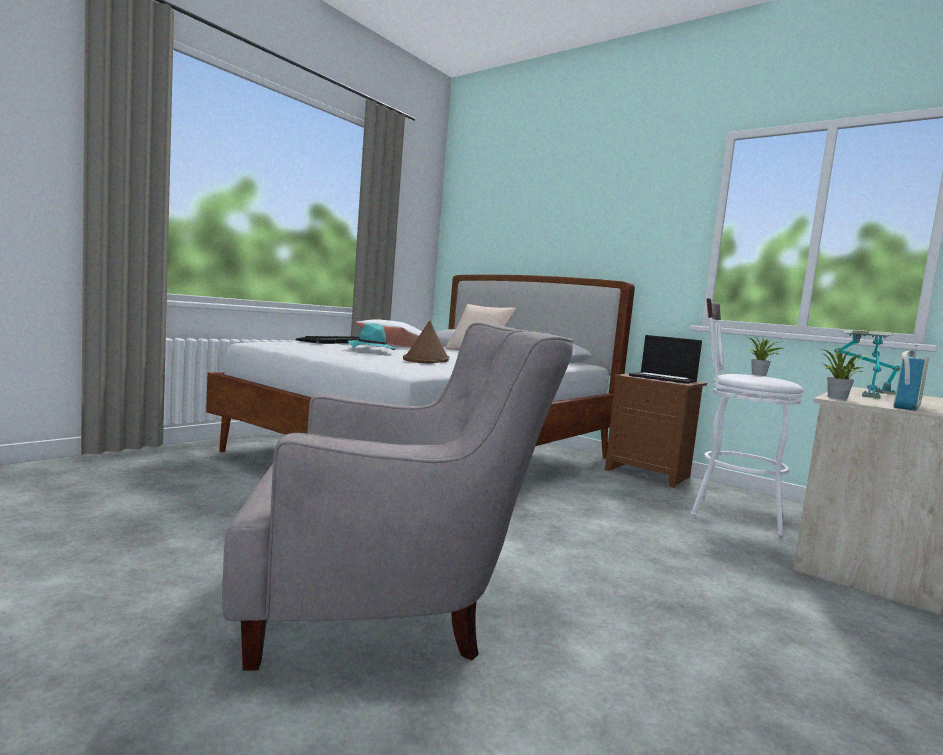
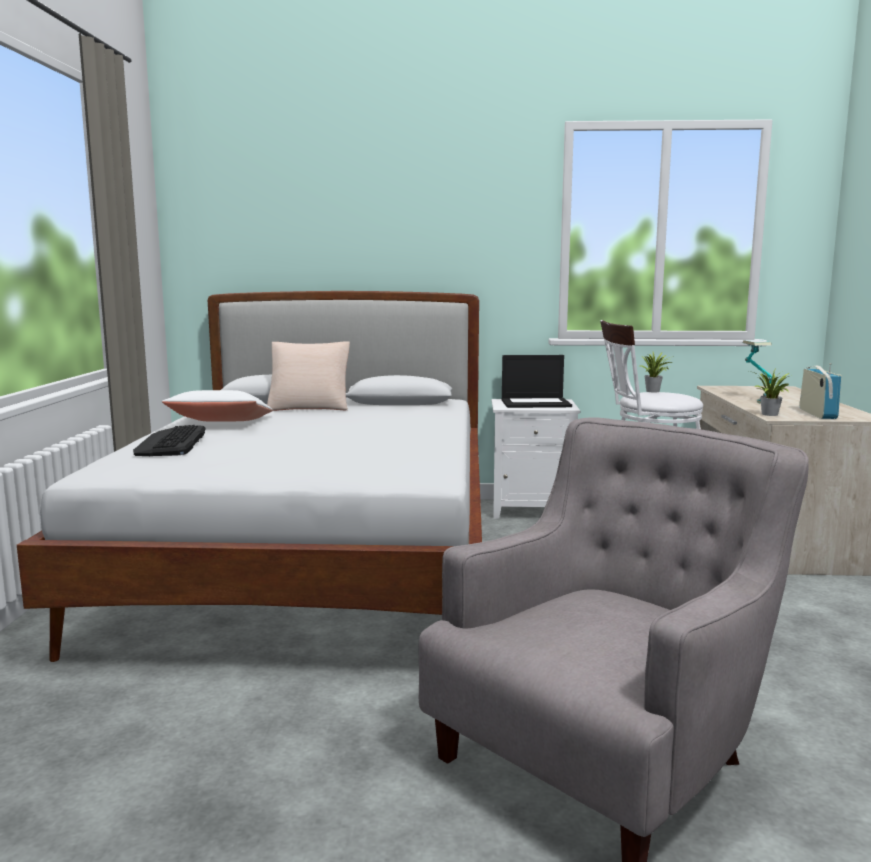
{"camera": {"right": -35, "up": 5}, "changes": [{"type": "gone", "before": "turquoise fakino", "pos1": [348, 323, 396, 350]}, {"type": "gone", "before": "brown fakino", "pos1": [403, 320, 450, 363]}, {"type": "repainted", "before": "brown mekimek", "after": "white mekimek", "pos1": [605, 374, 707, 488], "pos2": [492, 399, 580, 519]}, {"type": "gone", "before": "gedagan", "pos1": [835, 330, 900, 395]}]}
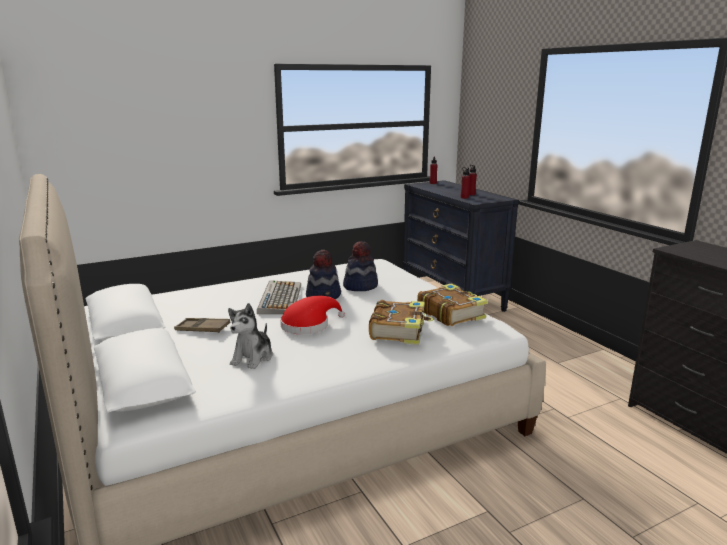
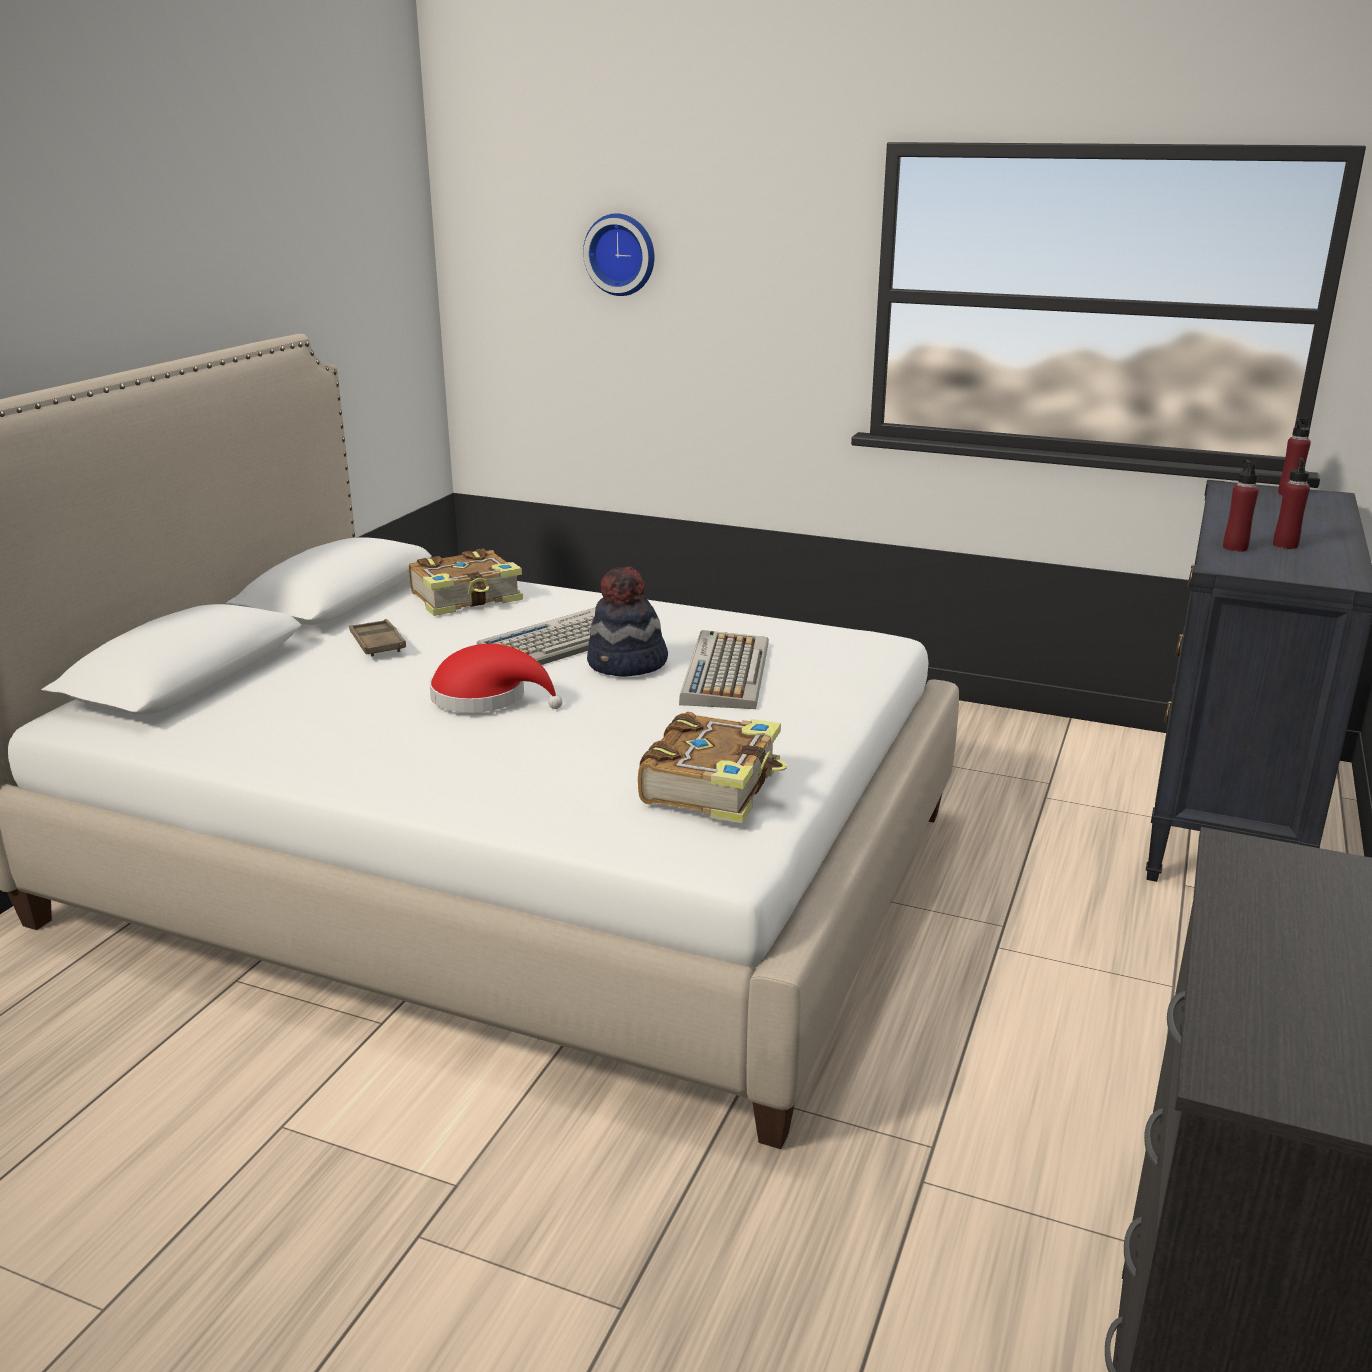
{"camera": {"right": 50, "up": 5}, "changes": [{"type": "gone", "before": "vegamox", "pos1": [228, 303, 273, 369]}, {"type": "swapped", "before": "fakino", "after": "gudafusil", "pos1": [343, 241, 378, 291], "pos2": [679, 630, 769, 709]}, {"type": "shifted", "before": "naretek", "pos1": [369, 300, 433, 345], "pos2": [409, 549, 523, 616]}, {"type": "new", "after": "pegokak", "pos2": [583, 213, 654, 296]}]}
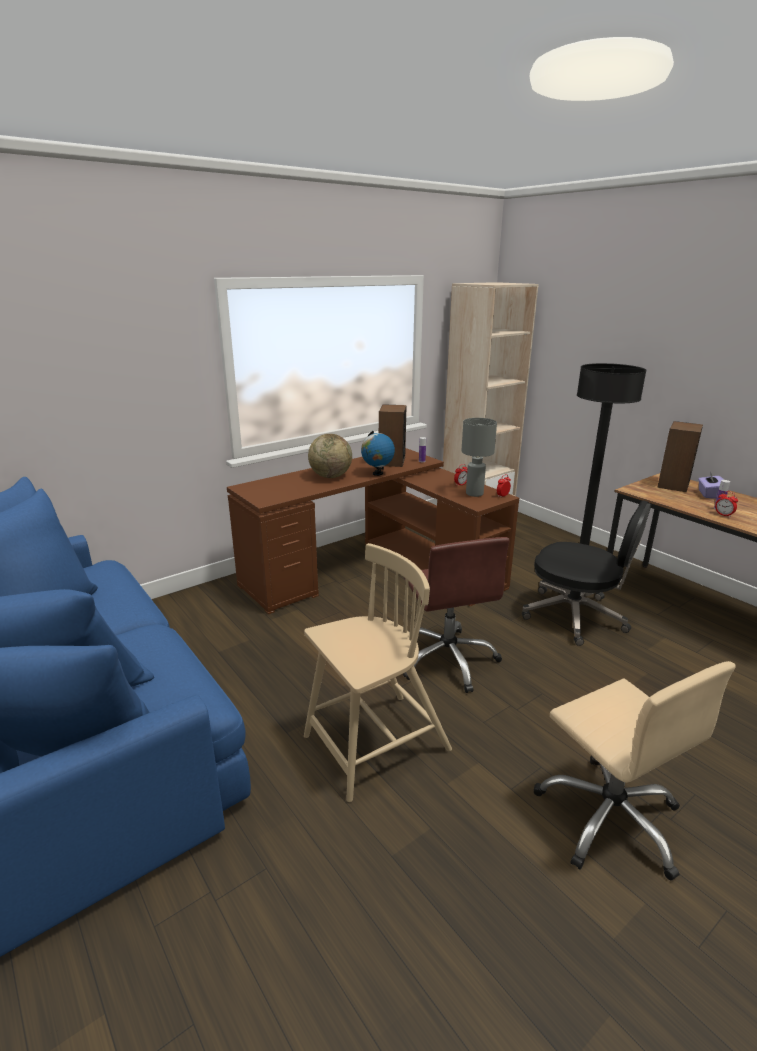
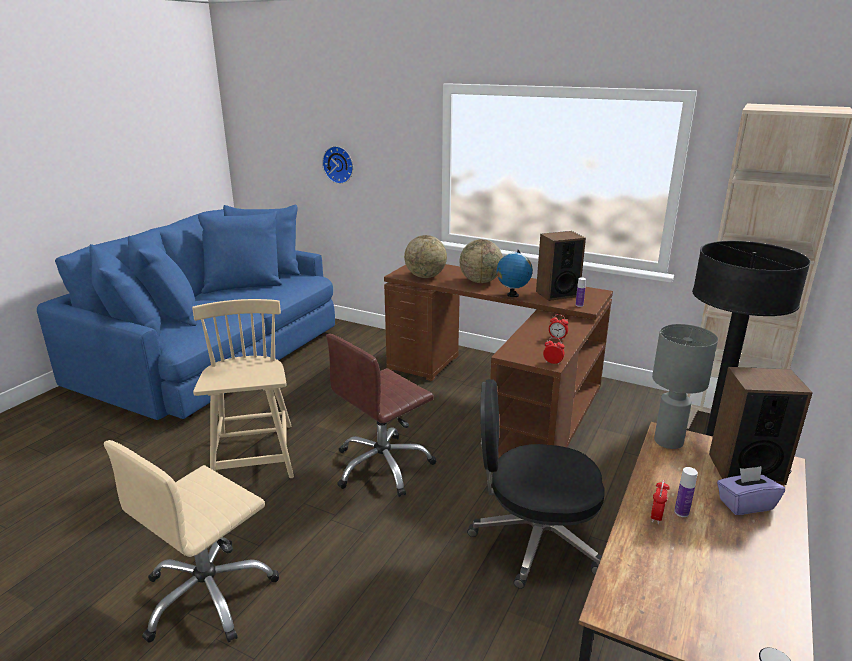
{"camera": {"right": 65, "up": 0}, "changes": [{"type": "rotated", "before": "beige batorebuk", "pos1": [304, 543, 452, 802], "pos2": [192, 299, 294, 478], "turn": -135}, {"type": "shifted", "before": "grey gedagan", "pos1": [461, 418, 497, 497], "pos2": [652, 324, 718, 449]}, {"type": "rotated", "before": "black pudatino", "pos1": [522, 500, 651, 646], "pos2": [467, 379, 605, 589], "turn": 90}, {"type": "new", "after": "pegokak", "pos2": [322, 146, 353, 184]}, {"type": "new", "after": "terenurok", "pos2": [404, 235, 447, 278]}]}
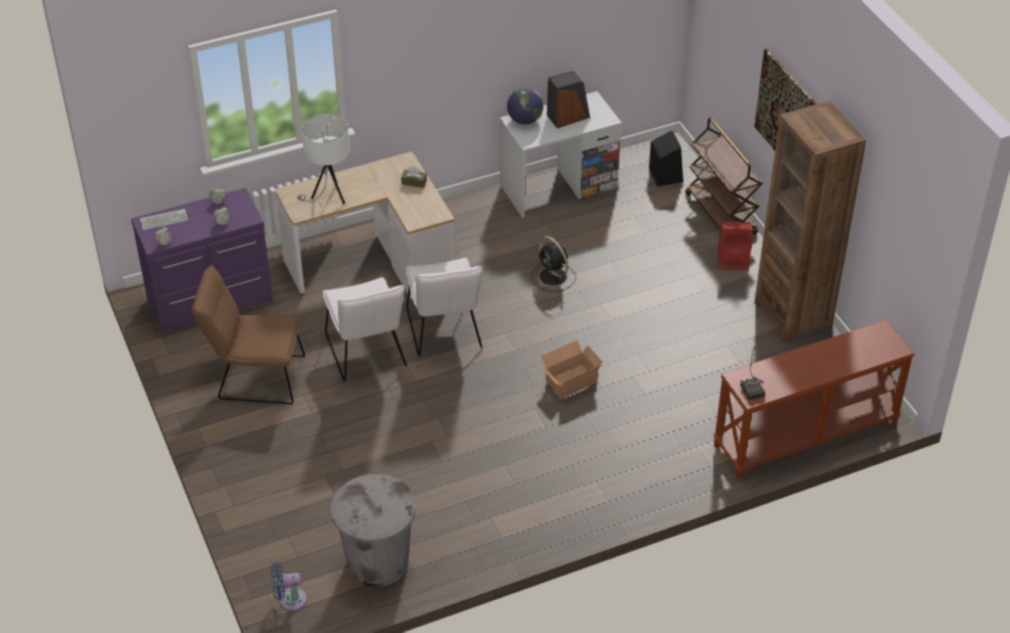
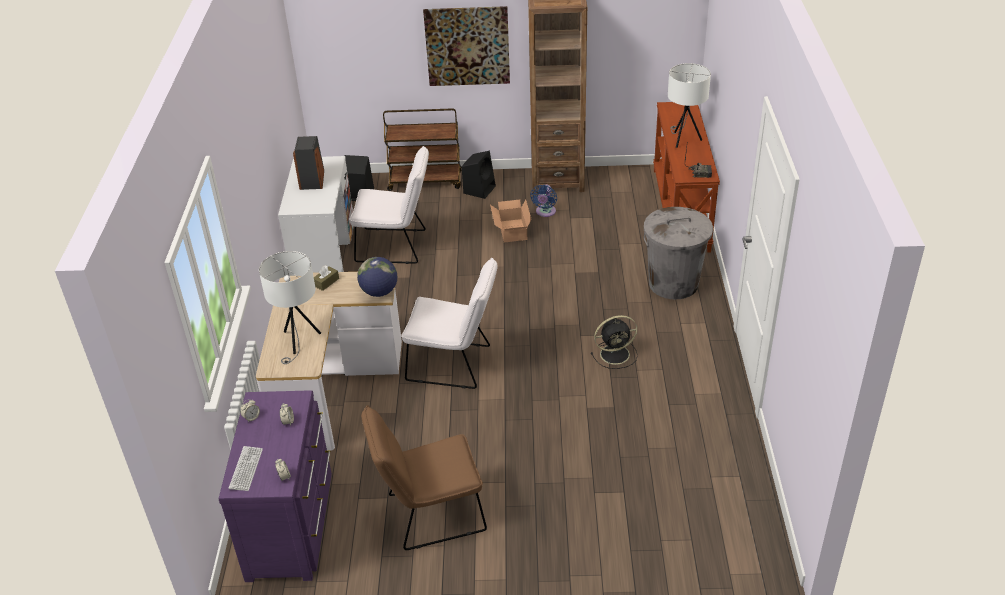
{"camera": {"right": -65, "up": -5}, "changes": [{"type": "rotated", "before": "brown batorebuk", "pos1": [192, 265, 305, 404], "pos2": [361, 405, 487, 550], "turn": 45}, {"type": "shifted", "before": "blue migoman", "pos1": [271, 563, 307, 611], "pos2": [530, 185, 557, 217]}, {"type": "shifted", "before": "white batorebuk", "pos1": [323, 277, 407, 381], "pos2": [349, 146, 429, 264]}, {"type": "shifted", "before": "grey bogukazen", "pos1": [331, 474, 416, 587], "pos2": [644, 207, 713, 300]}, {"type": "shifted", "before": "terenurok", "pos1": [507, 88, 543, 125], "pos2": [357, 257, 397, 297]}, {"type": "shifted", "before": "black migoman", "pos1": [532, 236, 576, 292], "pos2": [590, 315, 638, 369]}, {"type": "shifted", "before": "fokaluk", "pos1": [541, 340, 603, 399], "pos2": [490, 199, 531, 242]}, {"type": "repainted", "before": "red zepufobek", "after": "black zepufobek", "pos1": [718, 221, 753, 270], "pos2": [462, 151, 496, 199]}, {"type": "new", "after": "white gedagan", "pos2": [668, 63, 711, 148]}]}
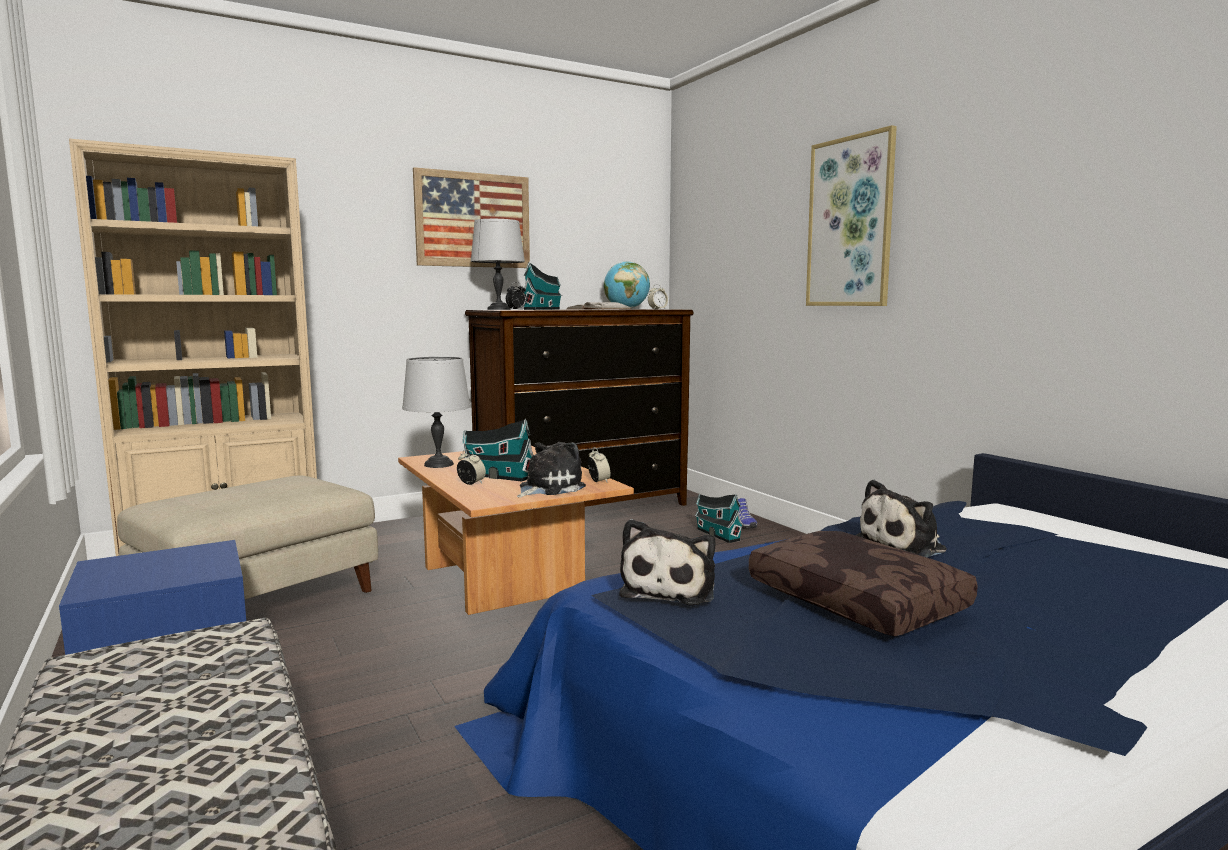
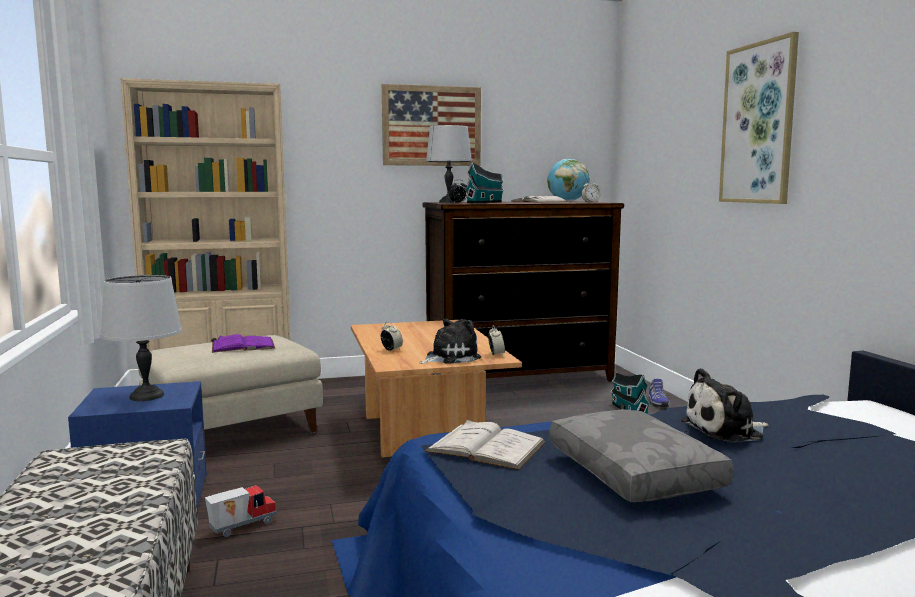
{"camera": {"right": 15, "up": 0}, "changes": [{"type": "shifted", "before": "grey gedagan", "pos1": [402, 357, 471, 468], "pos2": [100, 275, 182, 401]}, {"type": "gone", "before": "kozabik", "pos1": [463, 419, 534, 482]}, {"type": "swapped", "before": "vegamox", "after": "white naretek", "pos1": [619, 519, 715, 605], "pos2": [425, 420, 546, 470]}, {"type": "repainted", "before": "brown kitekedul", "after": "grey kitekedul", "pos1": [749, 531, 978, 636], "pos2": [550, 409, 734, 502]}, {"type": "new", "after": "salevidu", "pos2": [205, 485, 277, 537]}, {"type": "new", "after": "purple naretek", "pos2": [212, 334, 275, 353]}]}
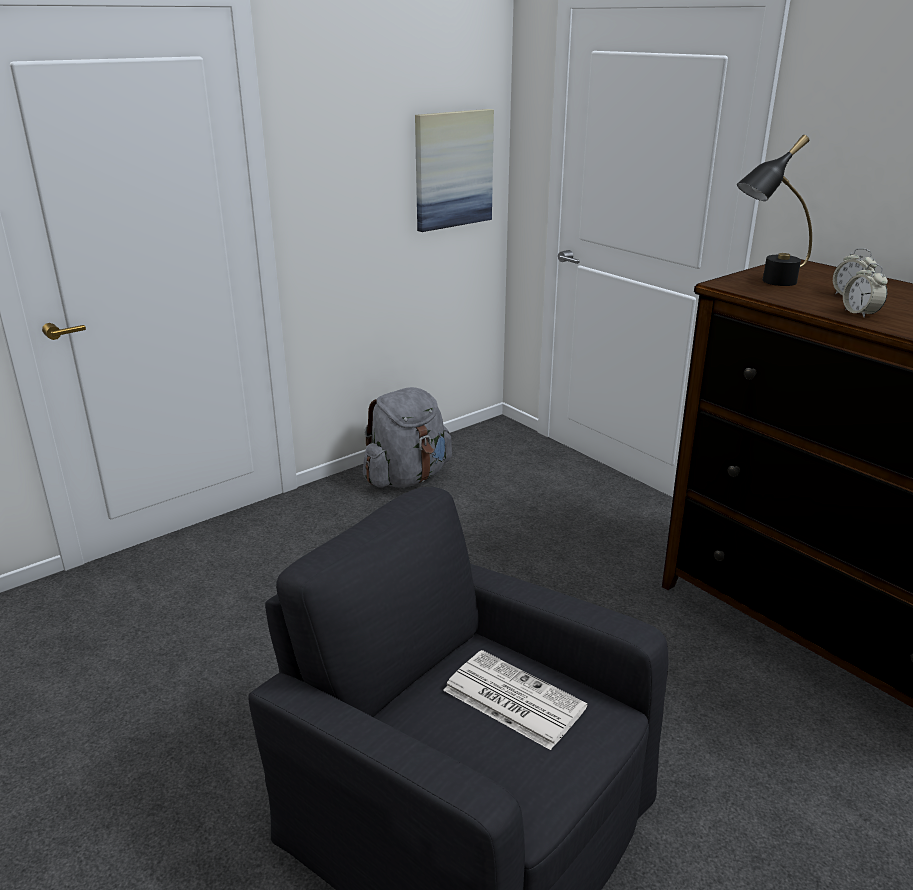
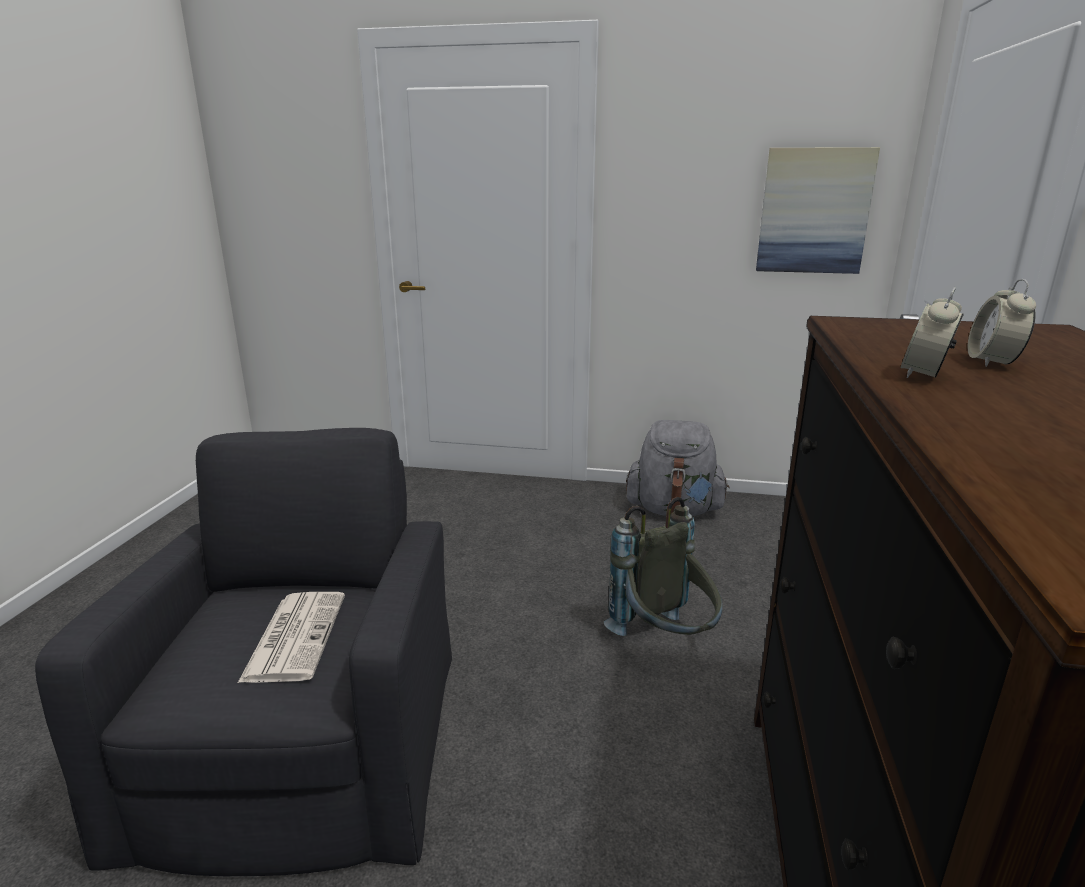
{"camera": {"right": 50, "up": -5}, "changes": [{"type": "gone", "before": "black gedagan", "pos1": [737, 135, 812, 286]}, {"type": "new", "after": "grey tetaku", "pos2": [604, 497, 723, 636]}]}
